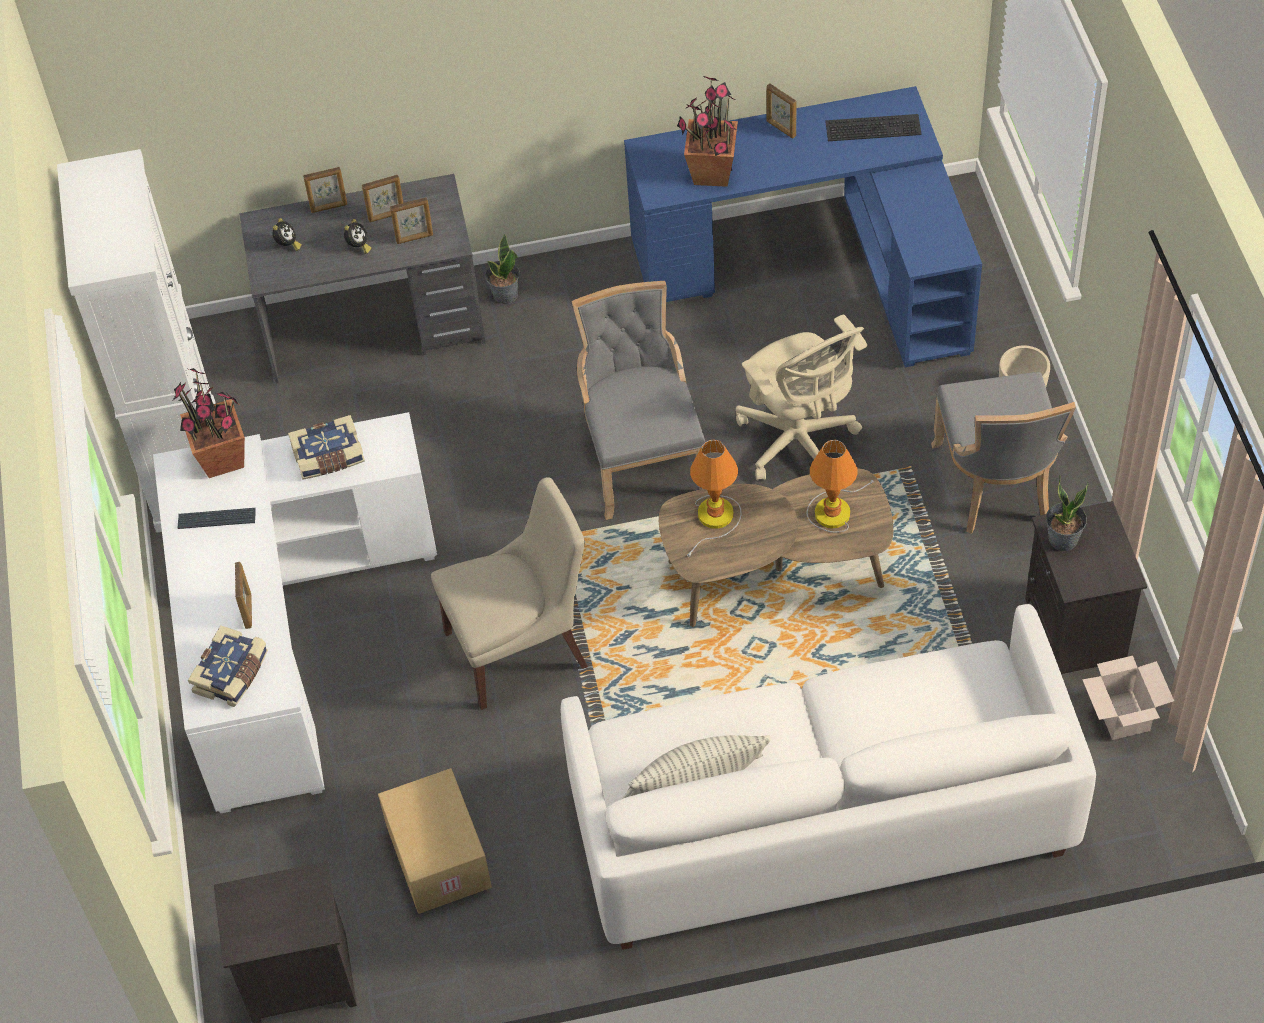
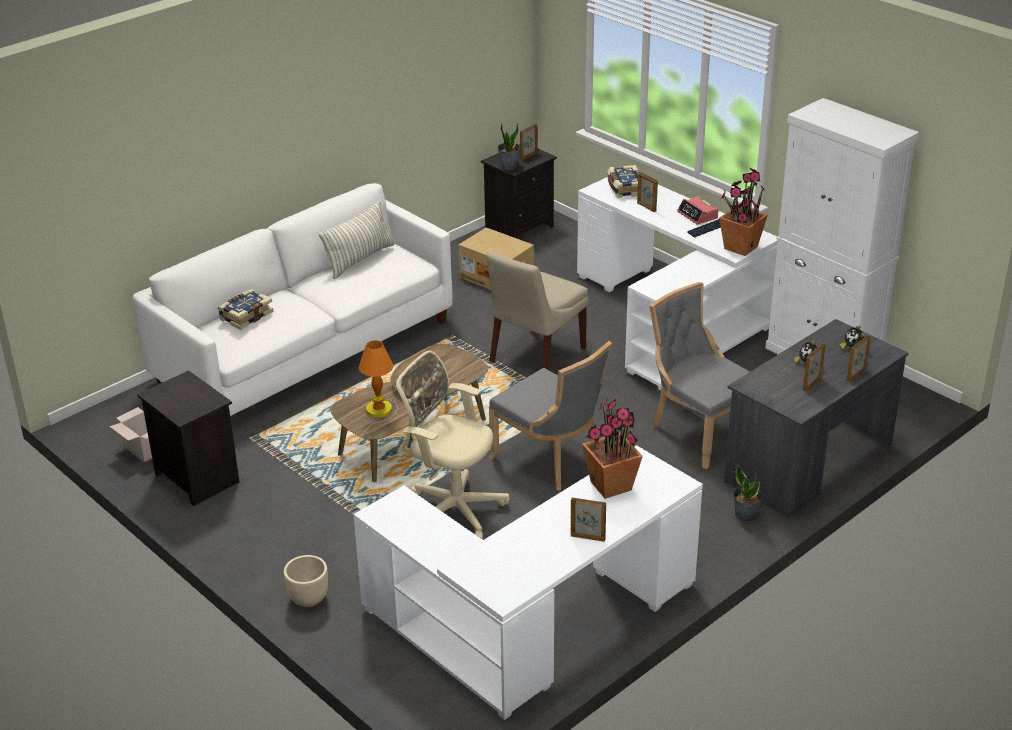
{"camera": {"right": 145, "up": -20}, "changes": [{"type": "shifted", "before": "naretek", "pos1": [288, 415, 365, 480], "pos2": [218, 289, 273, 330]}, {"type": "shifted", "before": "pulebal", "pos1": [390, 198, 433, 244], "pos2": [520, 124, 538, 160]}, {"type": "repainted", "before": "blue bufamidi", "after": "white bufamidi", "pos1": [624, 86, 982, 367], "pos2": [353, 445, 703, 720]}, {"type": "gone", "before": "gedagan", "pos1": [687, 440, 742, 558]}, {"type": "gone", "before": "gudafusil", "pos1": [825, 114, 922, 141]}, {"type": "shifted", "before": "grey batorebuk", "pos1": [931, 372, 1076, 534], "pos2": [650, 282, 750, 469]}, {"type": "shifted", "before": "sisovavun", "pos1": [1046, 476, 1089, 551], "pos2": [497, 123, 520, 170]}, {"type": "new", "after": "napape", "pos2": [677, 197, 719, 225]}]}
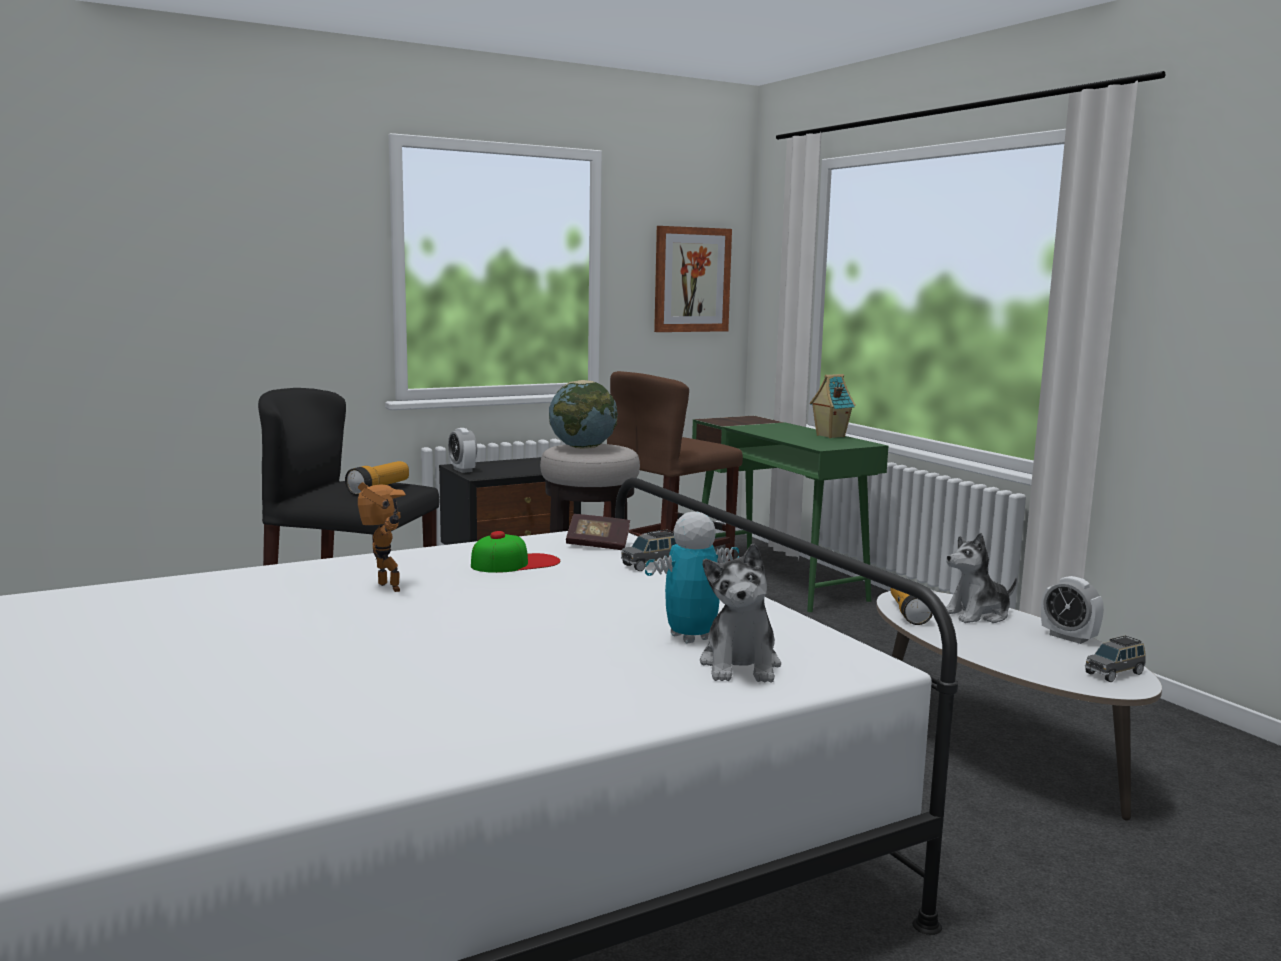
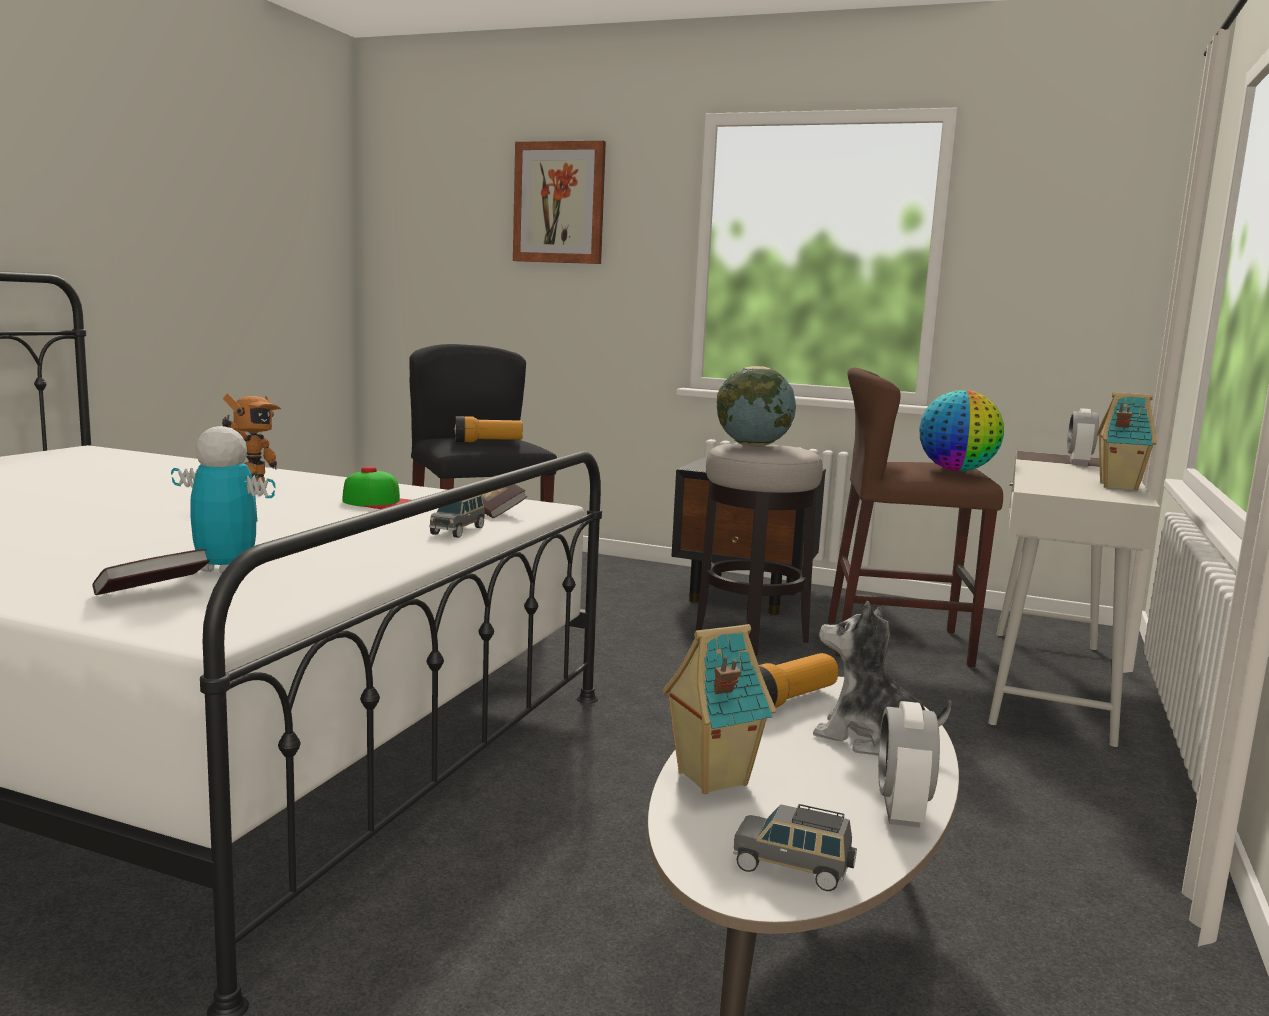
{"camera": {"right": 50, "up": 0}, "changes": [{"type": "shifted", "before": "napape", "pos1": [448, 428, 477, 473], "pos2": [1067, 408, 1099, 466]}, {"type": "rotated", "before": "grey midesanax", "pos1": [621, 529, 676, 571], "pos2": [429, 495, 485, 538], "turn": -90}, {"type": "shifted", "before": "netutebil", "pos1": [654, 226, 732, 332], "pos2": [513, 141, 606, 264]}, {"type": "repainted", "before": "green bufamidi", "after": "white bufamidi", "pos1": [692, 416, 888, 612], "pos2": [988, 451, 1160, 747]}, {"type": "swapped", "before": "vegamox", "after": "naretek", "pos1": [700, 543, 781, 683], "pos2": [92, 549, 210, 595]}, {"type": "new", "after": "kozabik", "pos2": [662, 624, 776, 794]}, {"type": "new", "after": "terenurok", "pos2": [919, 390, 1004, 471]}]}
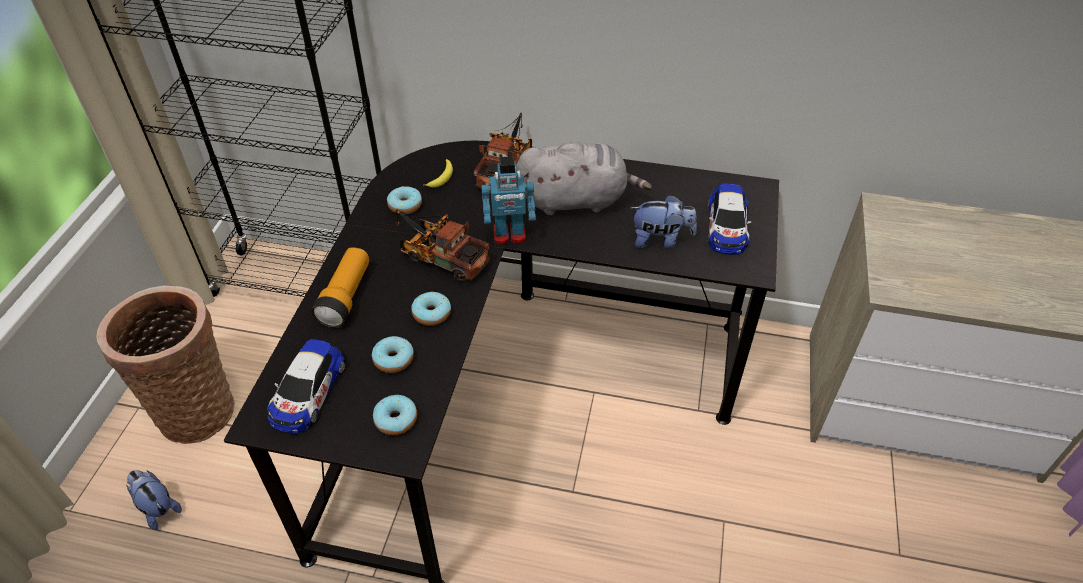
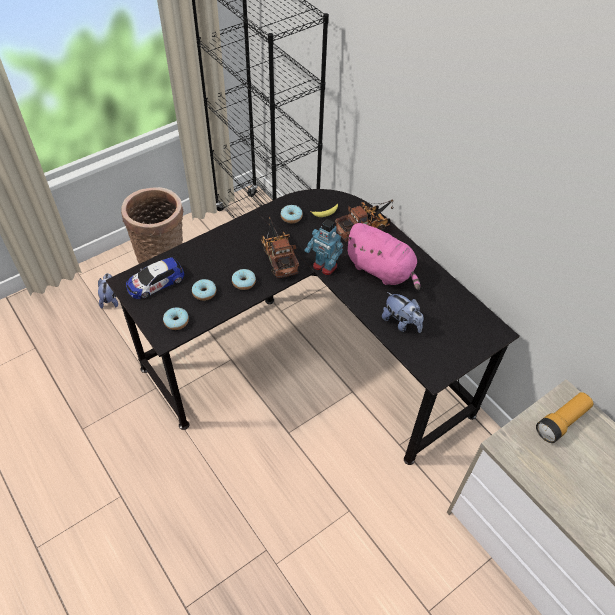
{"camera": {"right": 40, "up": 5}, "changes": [{"type": "shifted", "before": "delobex", "pos1": [311, 247, 369, 328], "pos2": [536, 392, 594, 443]}, {"type": "repainted", "before": "grey vegamox", "after": "pink vegamox", "pos1": [516, 142, 652, 215], "pos2": [344, 223, 420, 290]}, {"type": "gone", "before": "midesanax", "pos1": [708, 183, 751, 255]}]}
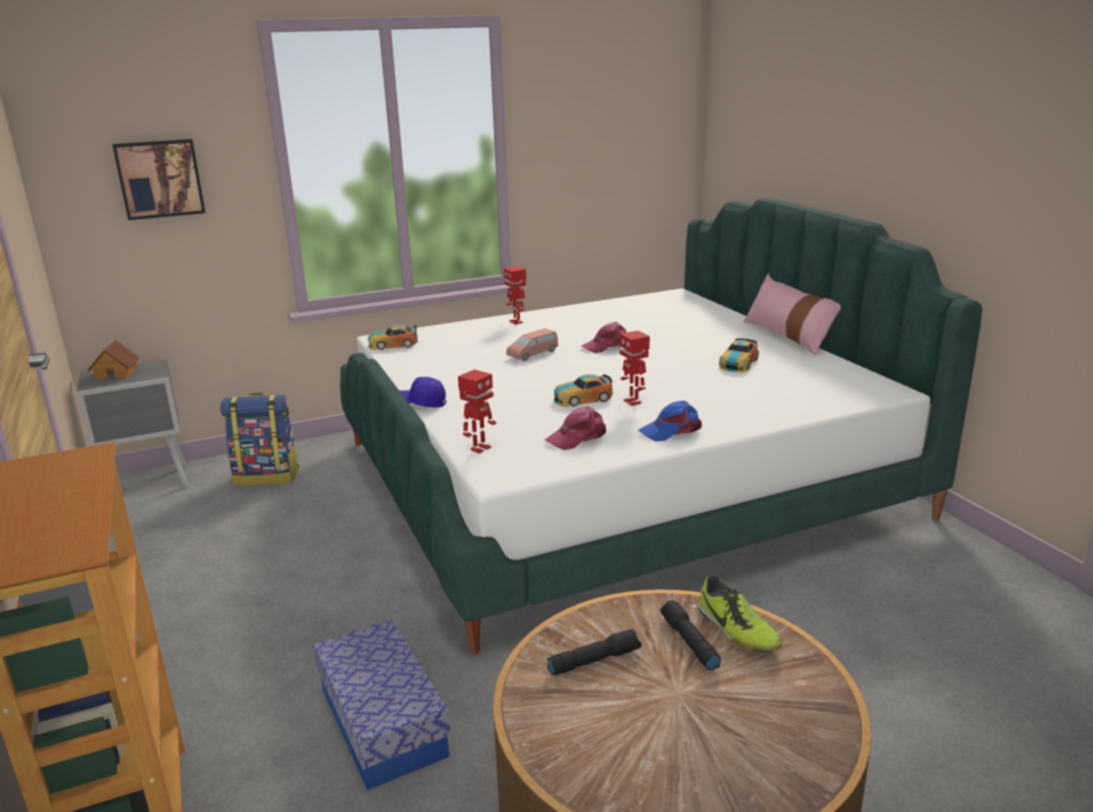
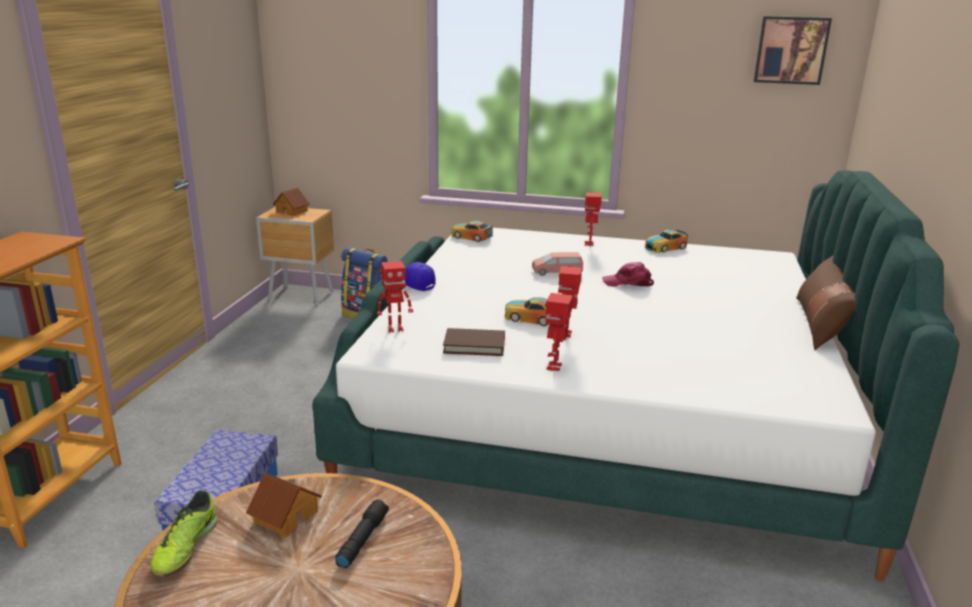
{"camera": {"right": 35, "up": 0}, "changes": [{"type": "repainted", "before": "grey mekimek", "after": "brown mekimek", "pos1": [77, 359, 189, 487], "pos2": [256, 207, 334, 306]}, {"type": "shifted", "before": "netutebil", "pos1": [112, 139, 205, 220], "pos2": [754, 16, 832, 85]}, {"type": "swapped", "before": "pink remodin", "after": "brown naretek", "pos1": [545, 406, 606, 450], "pos2": [443, 328, 505, 356]}, {"type": "swapped", "before": "black delobex", "after": "kozabik", "pos1": [547, 629, 642, 676], "pos2": [246, 472, 322, 537]}, {"type": "swapped", "before": "blue remodin", "after": "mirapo", "pos1": [638, 401, 702, 441], "pos2": [545, 293, 573, 371]}, {"type": "shifted", "before": "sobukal", "pos1": [698, 575, 782, 653], "pos2": [150, 490, 217, 576]}, {"type": "shifted", "before": "midesanax", "pos1": [719, 338, 759, 372], "pos2": [645, 230, 688, 253]}, {"type": "repainted", "before": "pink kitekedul", "after": "brown kitekedul", "pos1": [743, 274, 841, 356], "pos2": [796, 256, 856, 350]}]}
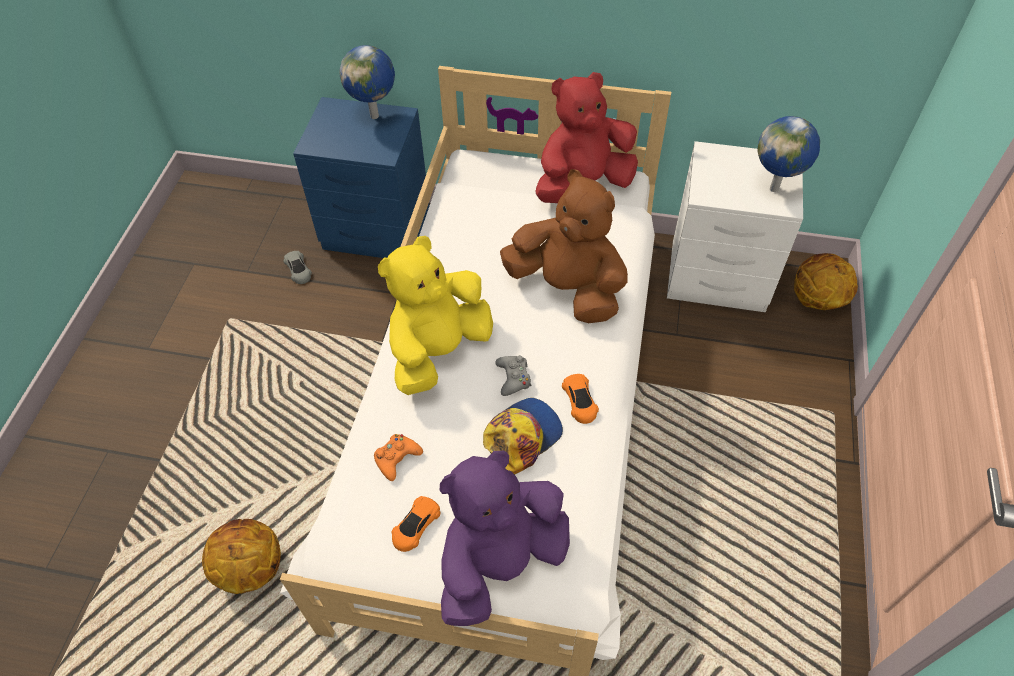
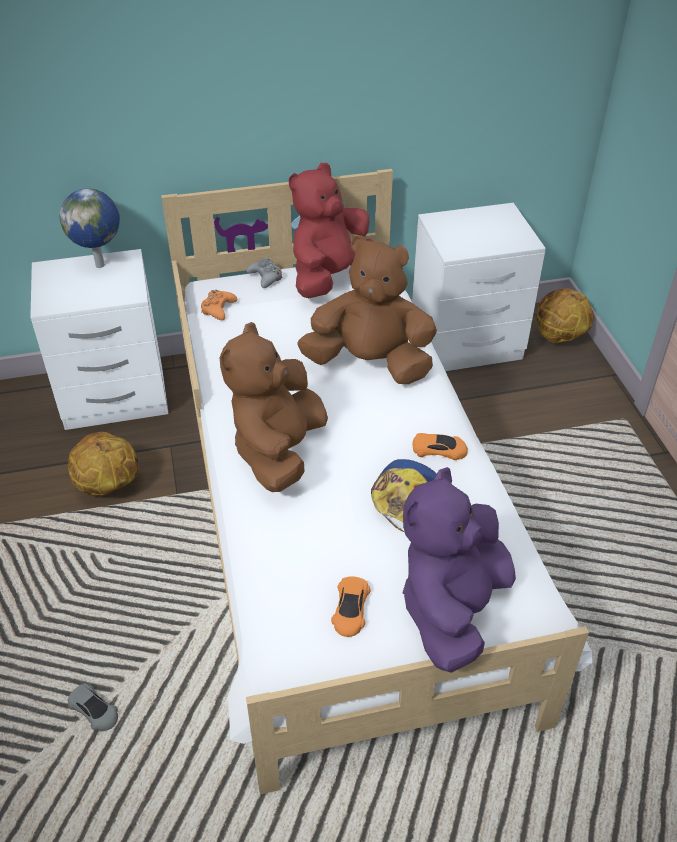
{"camera": {"right": -25, "up": -10}, "changes": [{"type": "shifted", "before": "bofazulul", "pos1": [202, 519, 281, 594], "pos2": [68, 432, 138, 496]}, {"type": "shifted", "before": "grey midesanax", "pos1": [283, 251, 312, 284], "pos2": [68, 683, 118, 731]}, {"type": "repainted", "before": "blue mekimek", "after": "white mekimek", "pos1": [293, 97, 430, 258], "pos2": [30, 249, 169, 430]}, {"type": "shifted", "before": "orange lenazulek", "pos1": [374, 434, 423, 481], "pos2": [201, 290, 237, 320]}, {"type": "repainted", "before": "yellow vegamox", "after": "brown vegamox", "pos1": [378, 236, 493, 395], "pos2": [220, 322, 328, 492]}, {"type": "shifted", "before": "grey lenazulek", "pos1": [495, 355, 532, 396], "pos2": [246, 257, 283, 288]}, {"type": "rotated", "before": "orange midesanax", "pos1": [562, 374, 599, 424], "pos2": [413, 433, 468, 460], "turn": -45}, {"type": "gone", "before": "terenurok", "pos1": [758, 116, 820, 192]}]}
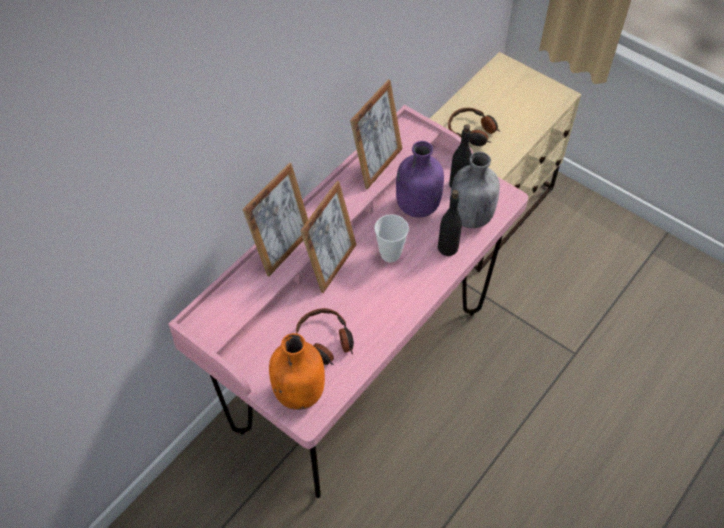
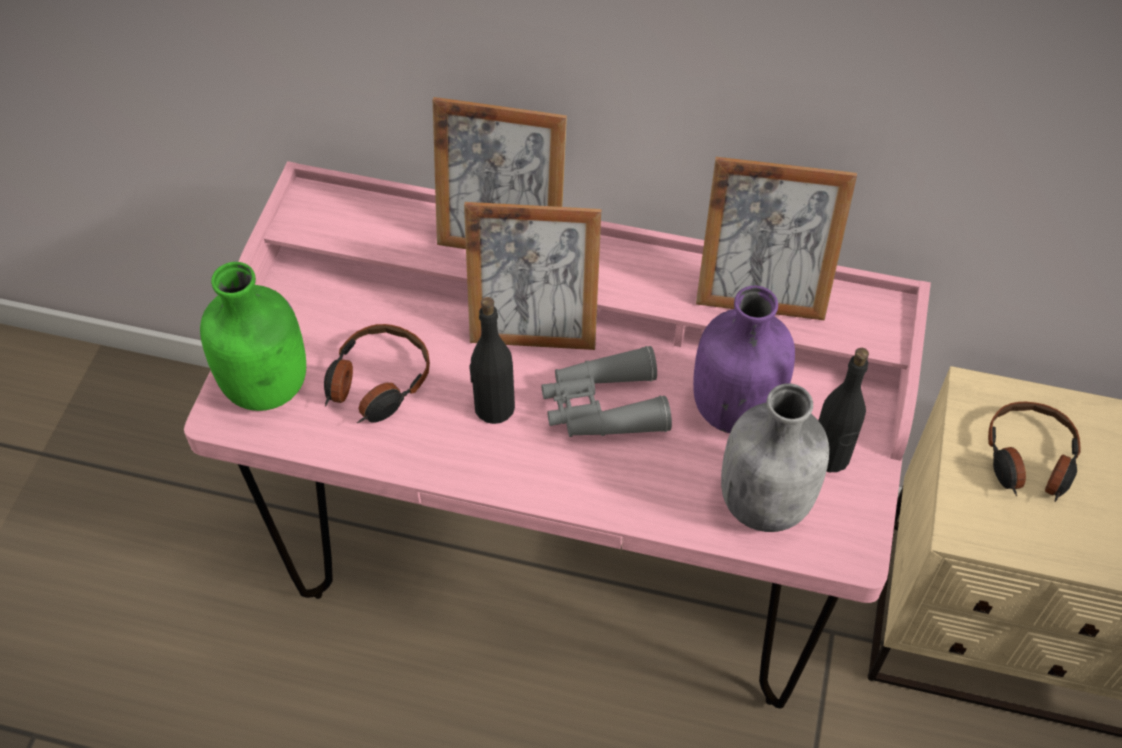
{"camera": {"right": 65, "up": 0}, "changes": [{"type": "repainted", "before": "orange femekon", "after": "green femekon", "pos1": [269, 333, 325, 410], "pos2": [200, 262, 306, 411]}, {"type": "swapped", "before": "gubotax", "after": "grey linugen", "pos1": [374, 214, 409, 263], "pos2": [542, 346, 672, 437]}, {"type": "shifted", "before": "black femekon", "pos1": [438, 190, 462, 256], "pos2": [469, 297, 515, 424]}]}
